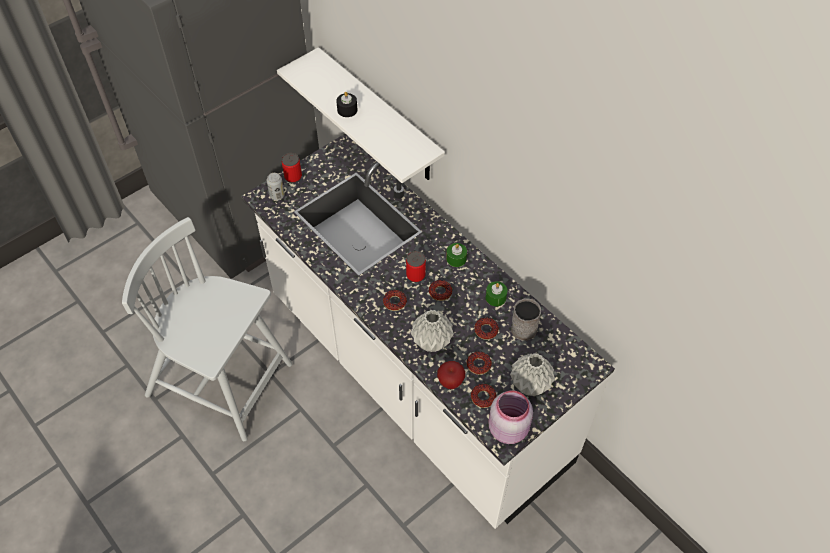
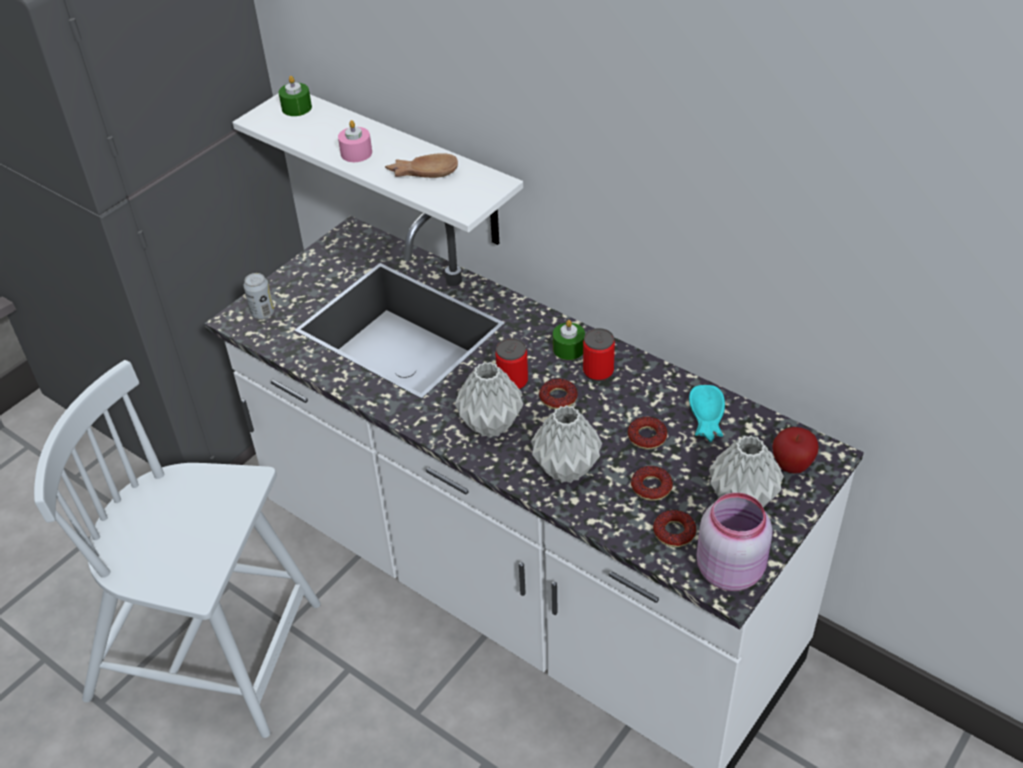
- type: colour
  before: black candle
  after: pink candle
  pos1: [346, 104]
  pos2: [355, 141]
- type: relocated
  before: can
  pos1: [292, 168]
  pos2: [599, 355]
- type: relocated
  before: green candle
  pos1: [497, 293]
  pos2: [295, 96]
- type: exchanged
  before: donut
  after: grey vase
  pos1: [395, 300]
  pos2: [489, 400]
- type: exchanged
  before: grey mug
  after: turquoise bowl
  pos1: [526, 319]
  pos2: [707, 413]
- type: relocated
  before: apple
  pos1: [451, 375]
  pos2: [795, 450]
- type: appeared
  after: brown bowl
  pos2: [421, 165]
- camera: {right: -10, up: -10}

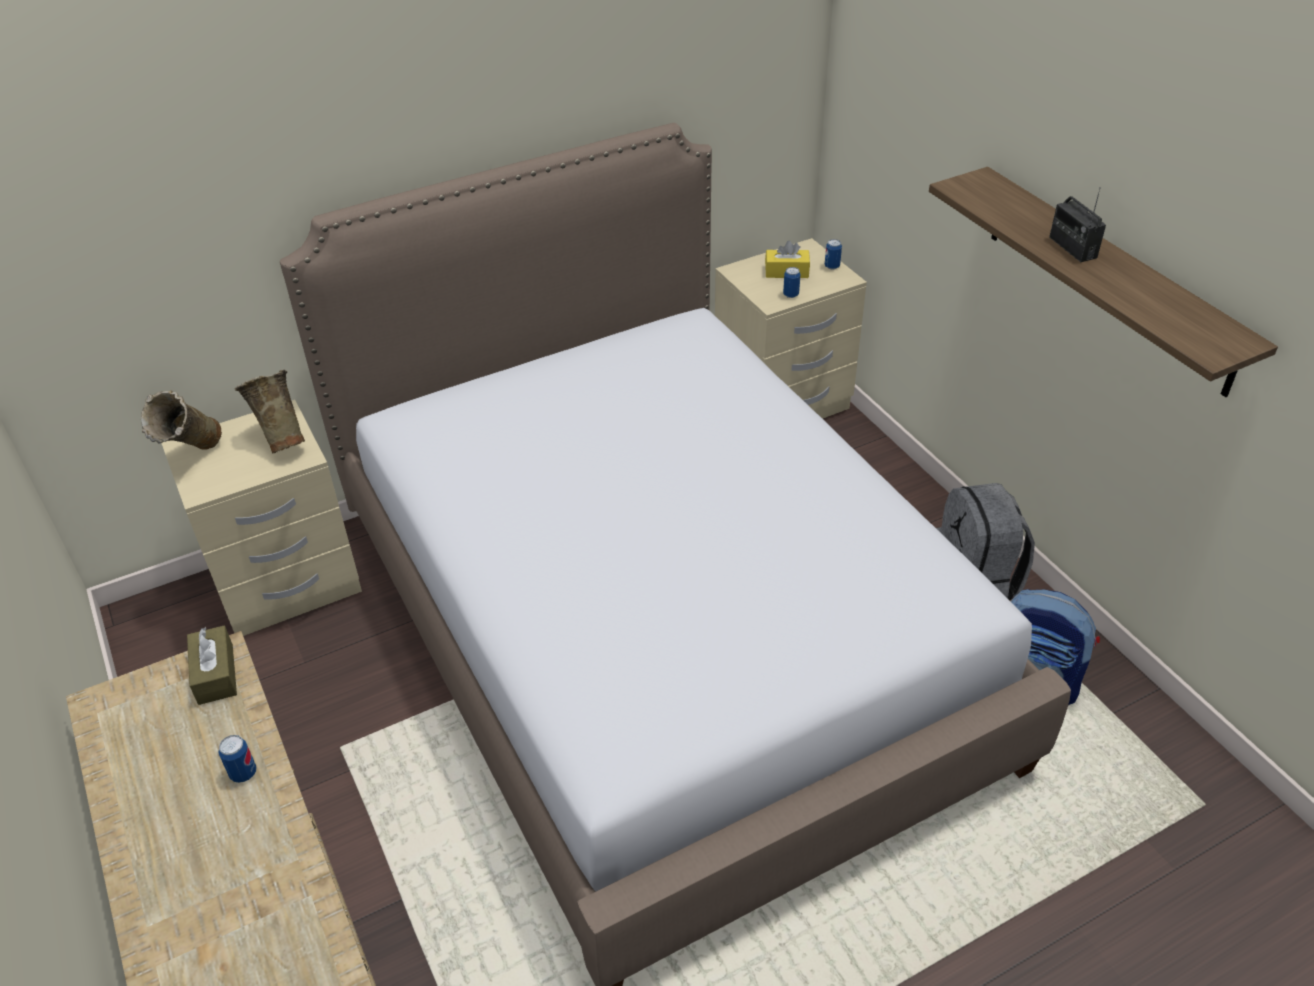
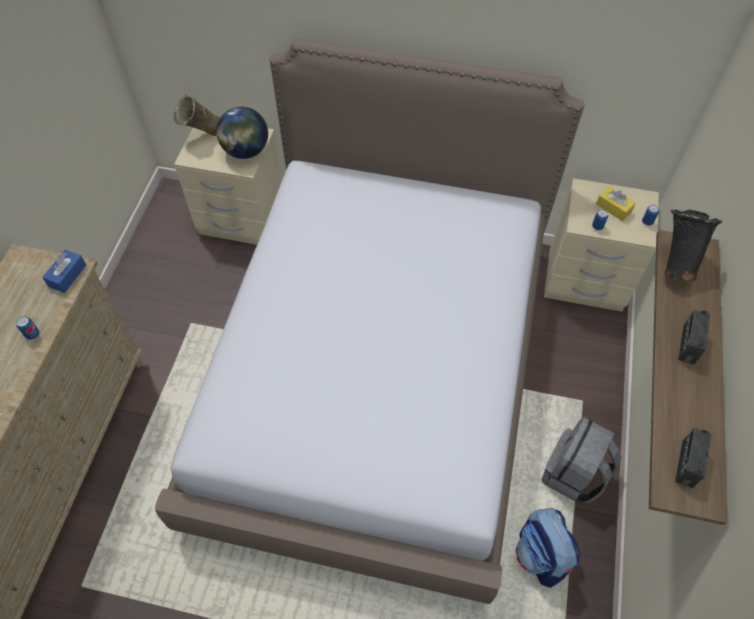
- type: exchanged
  before: beige vase
  after: globe
  pos1: [270, 411]
  pos2: [242, 133]
- type: colour
  before: brown tissue box
  after: blue tissue box
  pos1: [212, 665]
  pos2: [64, 271]
- type: appeared
  after: black vase
  pos2: [693, 245]
- type: appeared
  after: radio
  pos2: [693, 458]
- camera: {right: 40, up: 15}

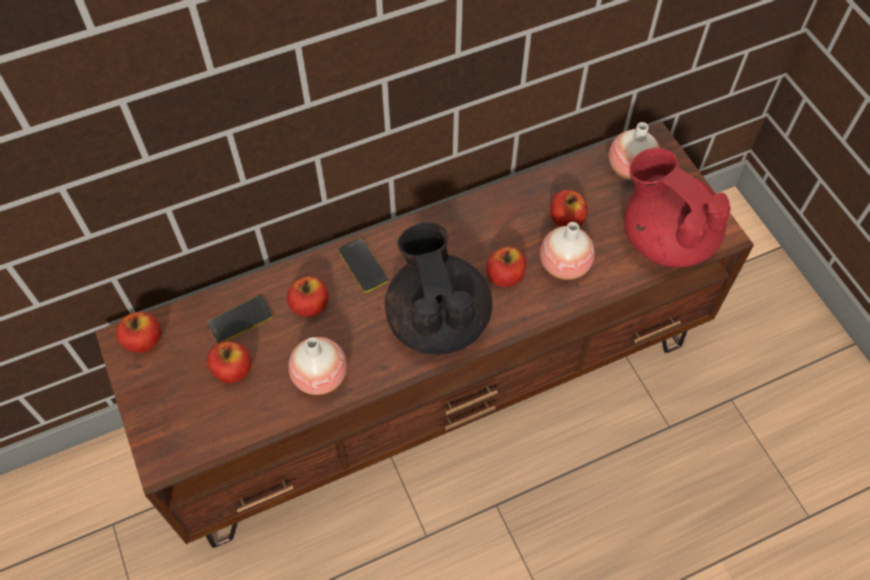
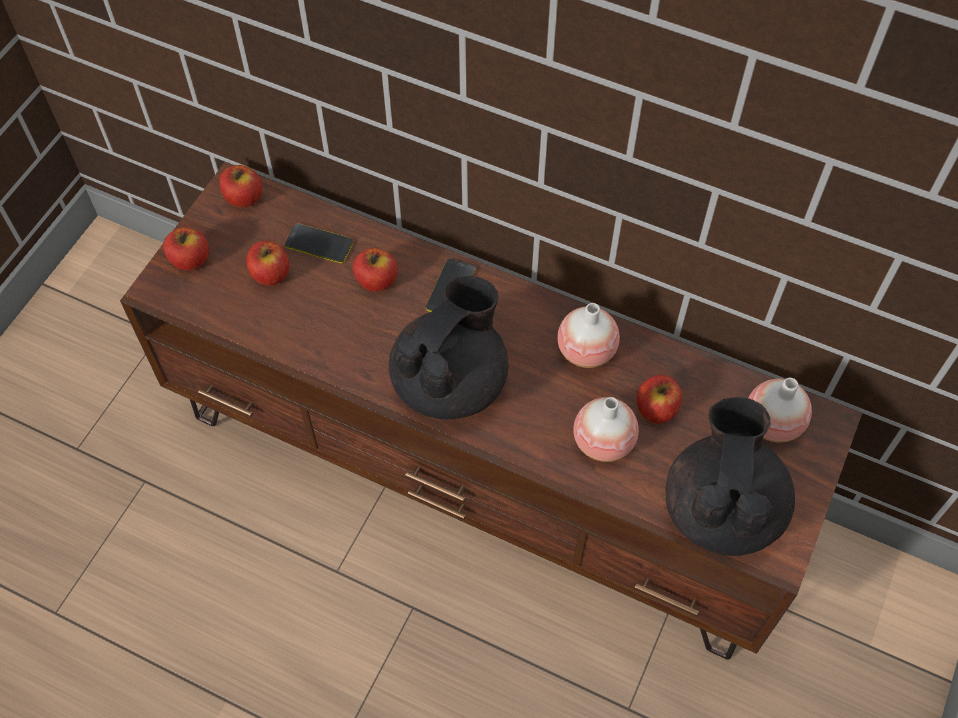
- type: colour
  before: red teapot
  after: black teapot
  pos1: [677, 207]
  pos2: [730, 476]
- type: relocated
  before: apple
  pos1: [506, 267]
  pos2: [186, 249]
- type: relocated
  before: vase
  pos1: [317, 366]
  pos2: [588, 335]
- camera: {right: 50, up: 0}

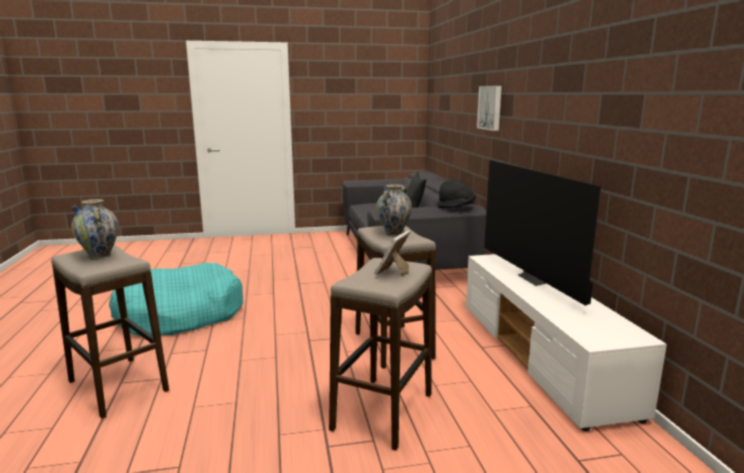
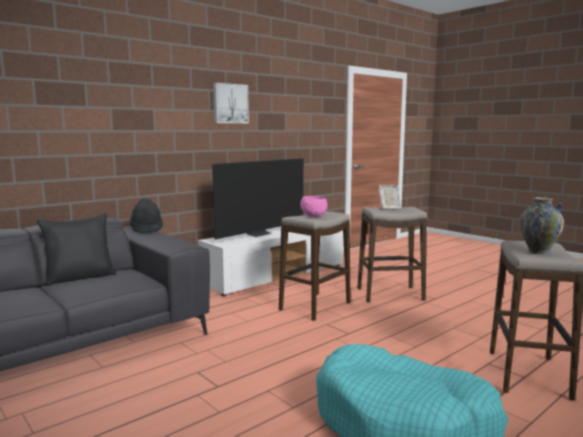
- type: relocated
  before: picture
  pos1: [489, 108]
  pos2: [231, 103]
- type: exchanged
  before: vase
  after: pink bowl
  pos1: [394, 209]
  pos2: [314, 206]
- camera: {right: -120, up: -5}

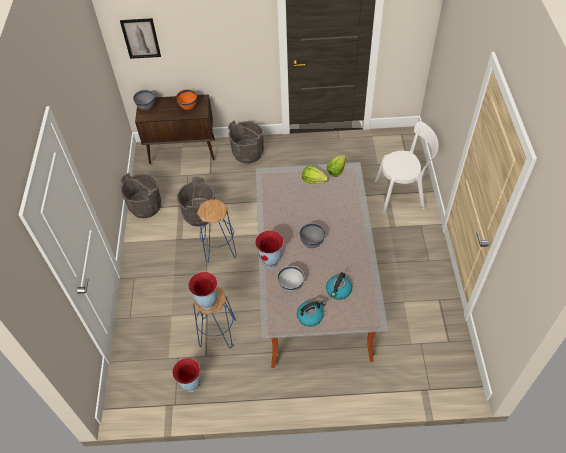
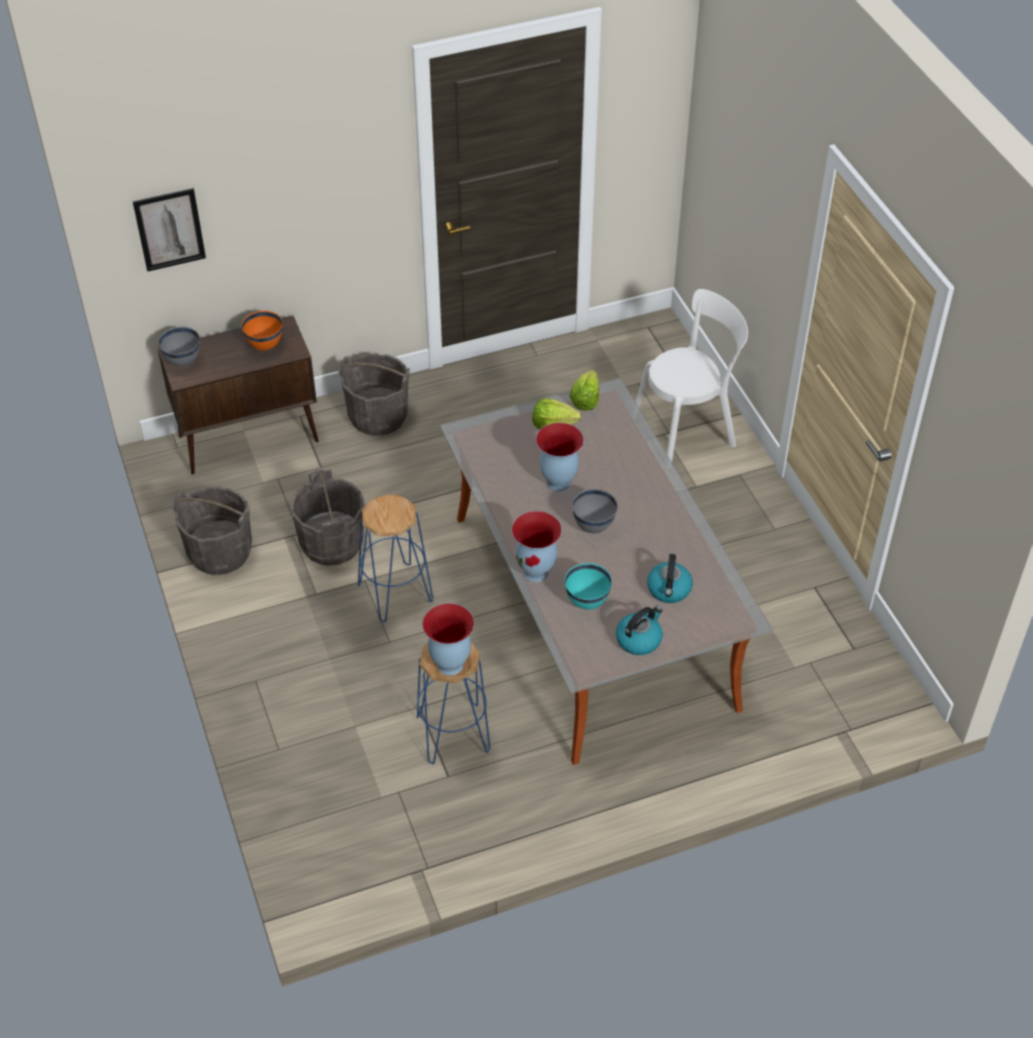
- type: colour
  before: white bowl
  after: turquoise bowl
  pos1: [291, 279]
  pos2: [588, 586]
- type: relocated
  before: vase
  pos1: [186, 375]
  pos2: [560, 457]
- camera: {right: -20, up: -5}

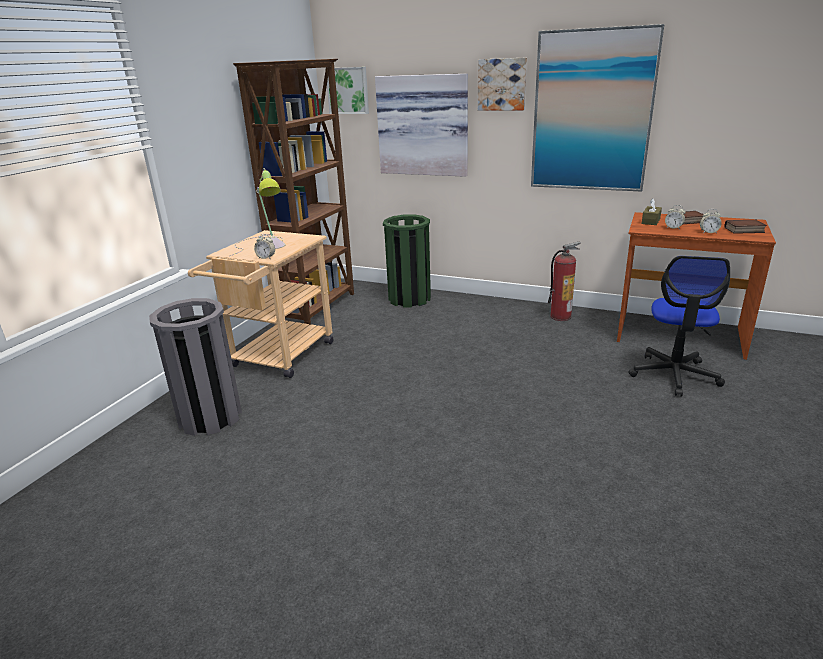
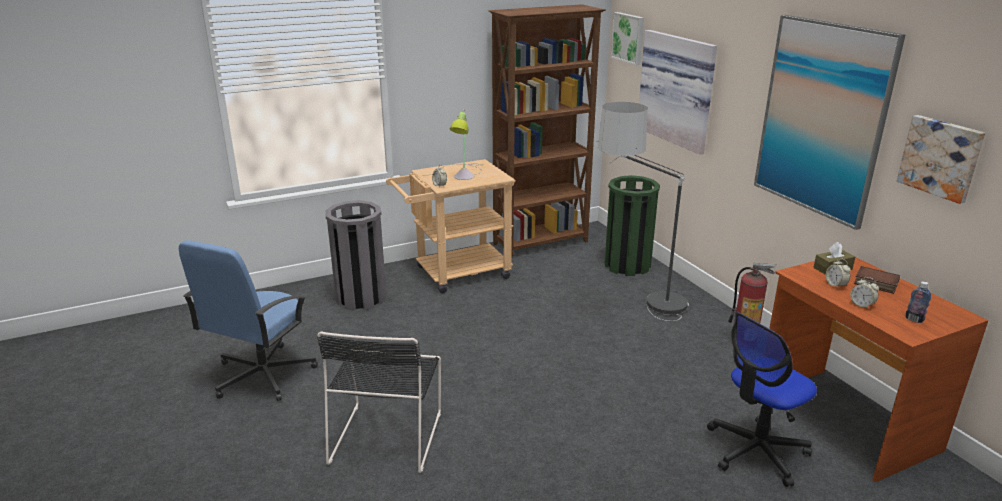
- type: relocated
  before: picture
  pos1: [502, 84]
  pos2: [941, 159]
- type: exchanged
  before: book
  after: bottle
  pos1: [745, 227]
  pos2: [918, 302]
- type: appeared
  after: floor lamp
  pos2: [643, 211]
- type: appeared
  after: blue office chair
  pos2: [248, 320]
- type: appeared
  after: black chair
  pos2: [379, 402]
- camera: {right: 40, up: 0}

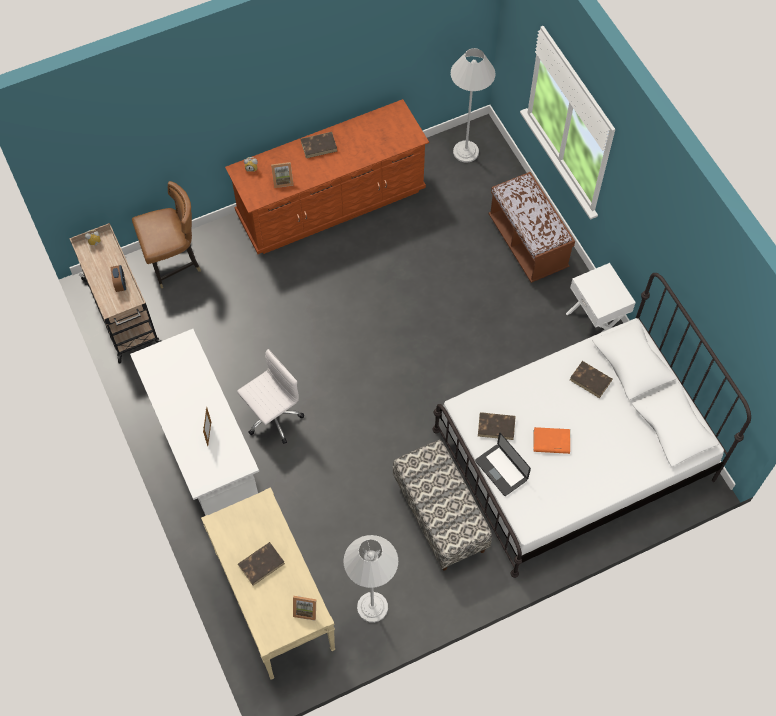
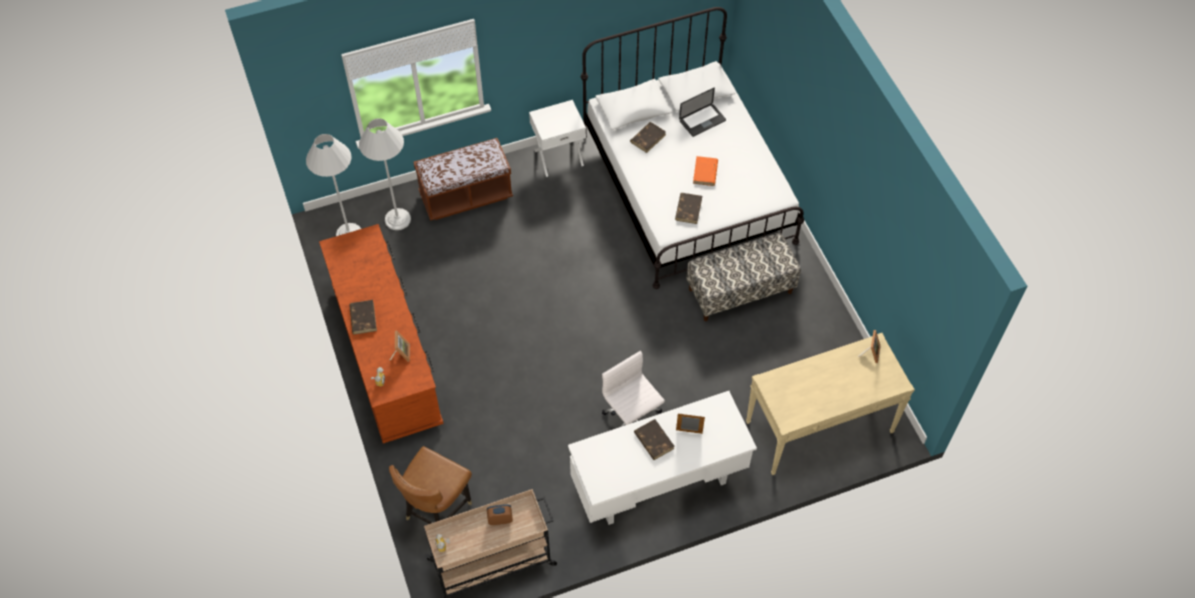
- type: spun
  before: brown chair
  pos1: [166, 234]
  pos2: [430, 485]
  turn: -135
- type: relocated
  before: laptop
  pos1: [503, 464]
  pos2: [702, 112]
- type: relocated
  before: white floor lamp
  pos1: [370, 579]
  pos2: [385, 174]
- type: relocated
  before: brown book
  pos1: [261, 564]
  pos2: [654, 439]
- camera: {right: -85, up: -5}

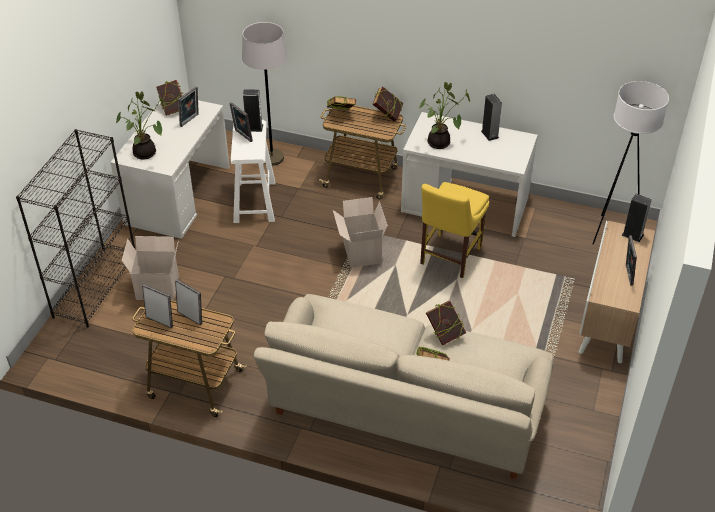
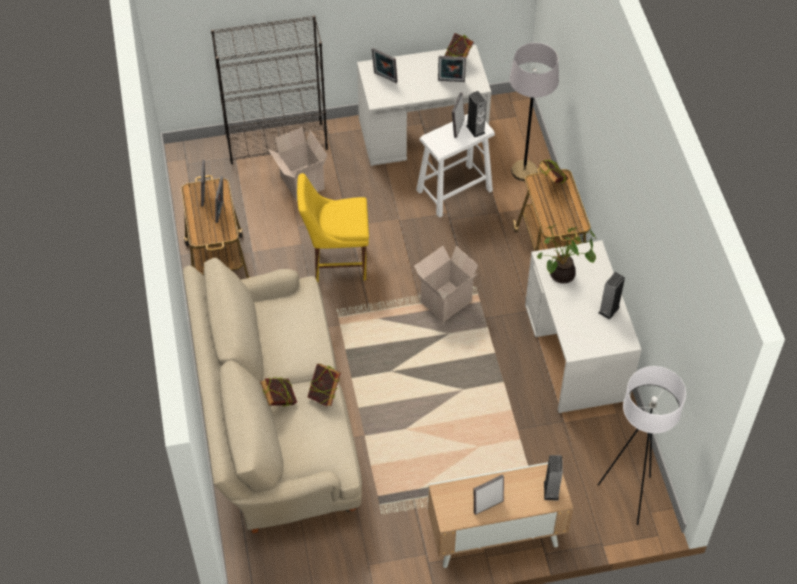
- type: missing
  before: book
  pos1: [387, 103]
- type: exchanged
  before: potted plant
  after: picture frame
  pos1: [141, 125]
  pos2: [385, 65]
- type: relocated
  before: yellow chair
  pos1: [454, 230]
  pos2: [333, 227]
- camera: {right: 60, up: 10}

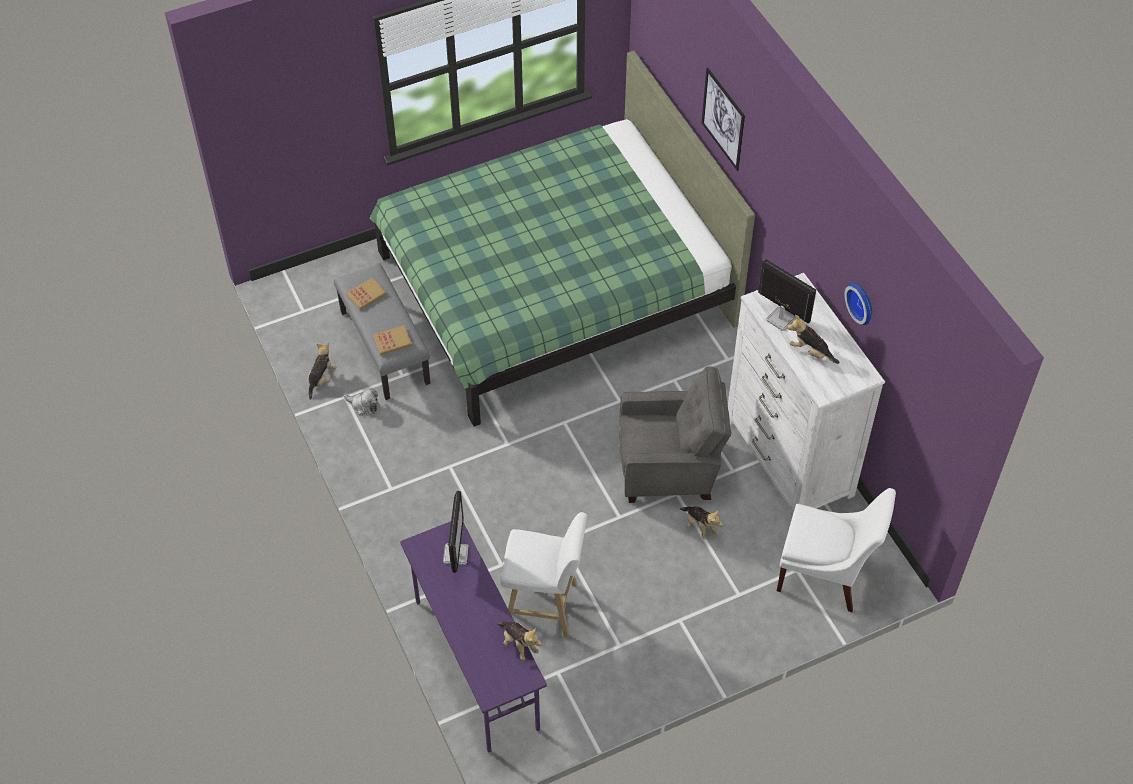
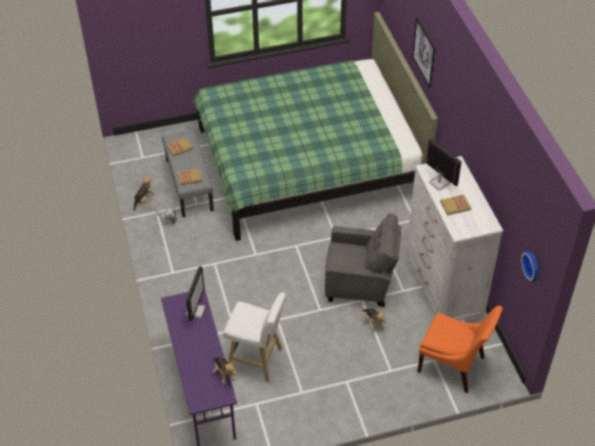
- type: relocated
  before: wall clock
  pos1: [858, 304]
  pos2: [530, 266]
- type: exchanged
  before: plush toy
  after: book
  pos1: [813, 339]
  pos2: [455, 205]
- type: colour
  before: white chair
  after: orange chair
  pos1: [836, 550]
  pos2: [460, 349]
- camera: {right: 10, up: -5}

